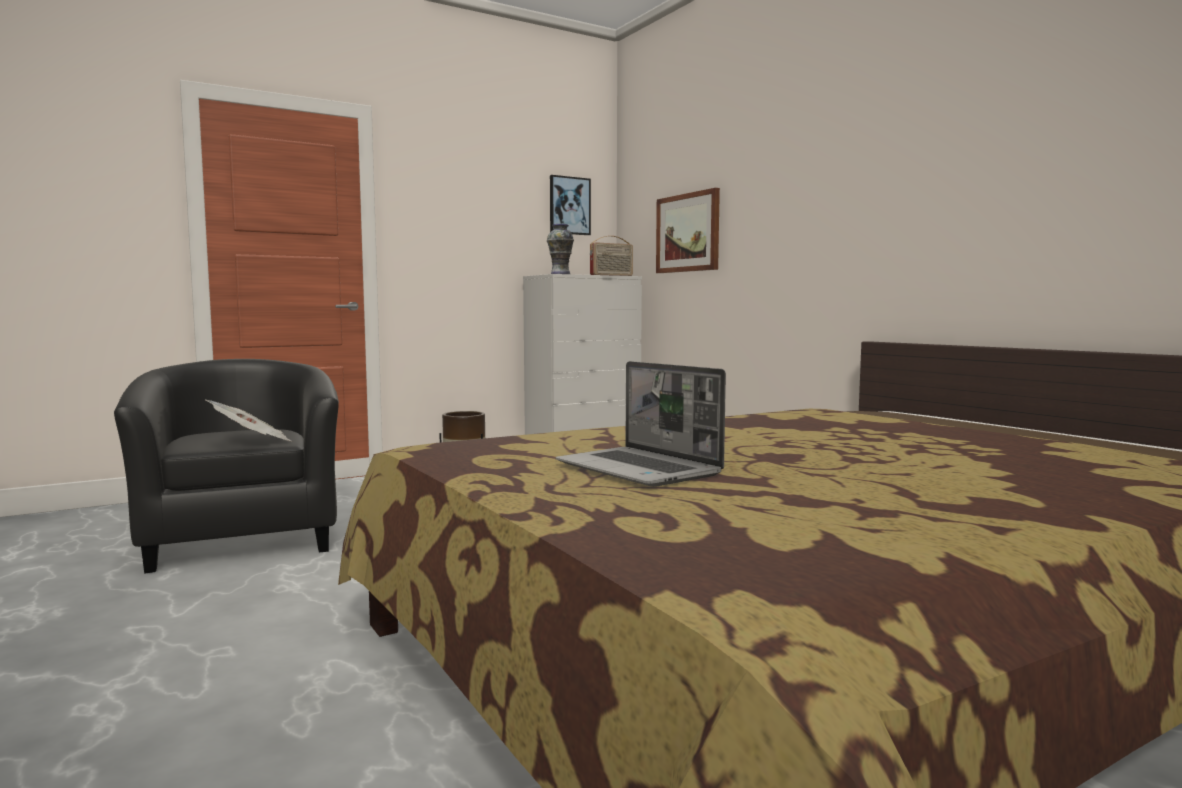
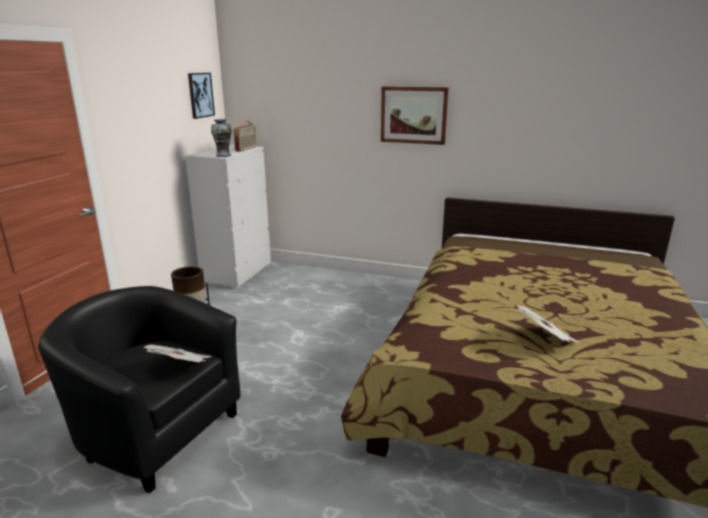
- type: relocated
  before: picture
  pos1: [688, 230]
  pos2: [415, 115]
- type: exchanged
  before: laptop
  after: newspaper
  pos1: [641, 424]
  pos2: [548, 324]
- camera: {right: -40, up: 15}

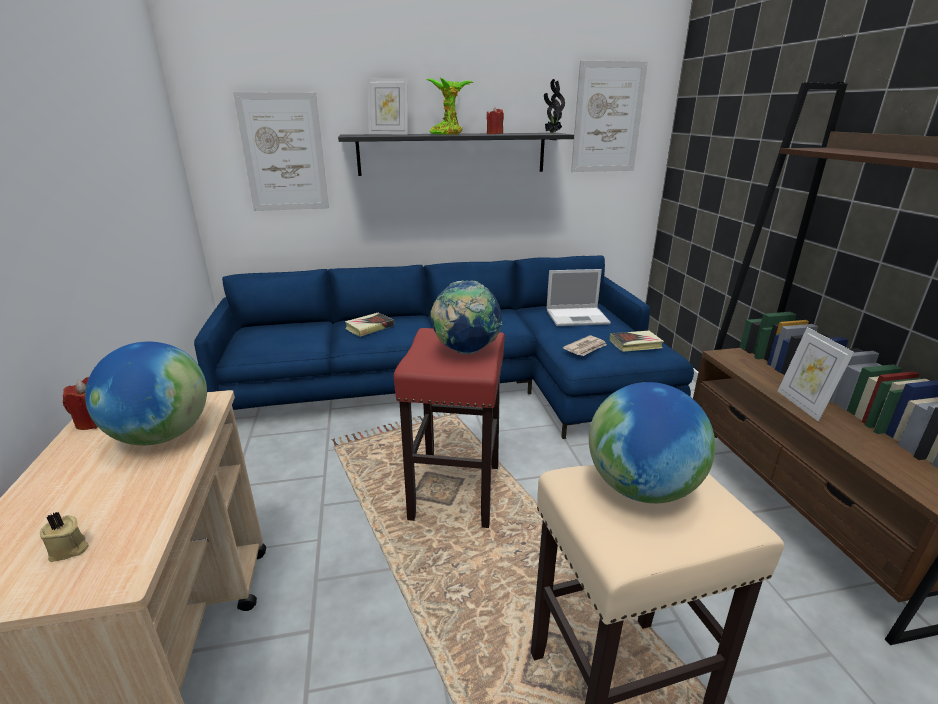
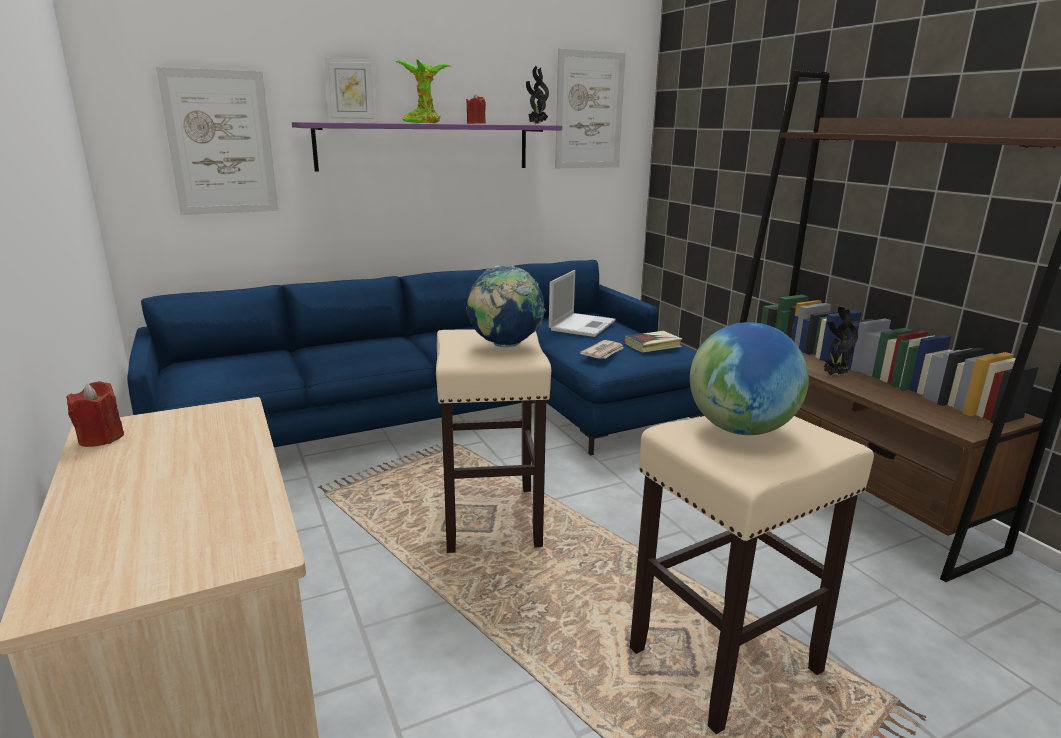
- type: colour
  before: black shelf
  after: purple shelf
  pos1: [456, 154]
  pos2: [427, 146]
- type: spun
  before: laptop
  pos1: [579, 297]
  pos2: [582, 303]
  turn: -45
- type: missing
  before: book
  pos1: [369, 324]
- type: exchanged
  before: picture frame
  after: potted plant
  pos1: [816, 374]
  pos2: [841, 341]
- type: colour
  before: red stool
  after: beige stool
  pos1: [449, 428]
  pos2: [493, 441]
- type: missing
  before: globe
  pos1: [146, 393]
- type: missing
  before: beige candle
  pos1: [64, 537]
- camera: {right: -15, up: -5}

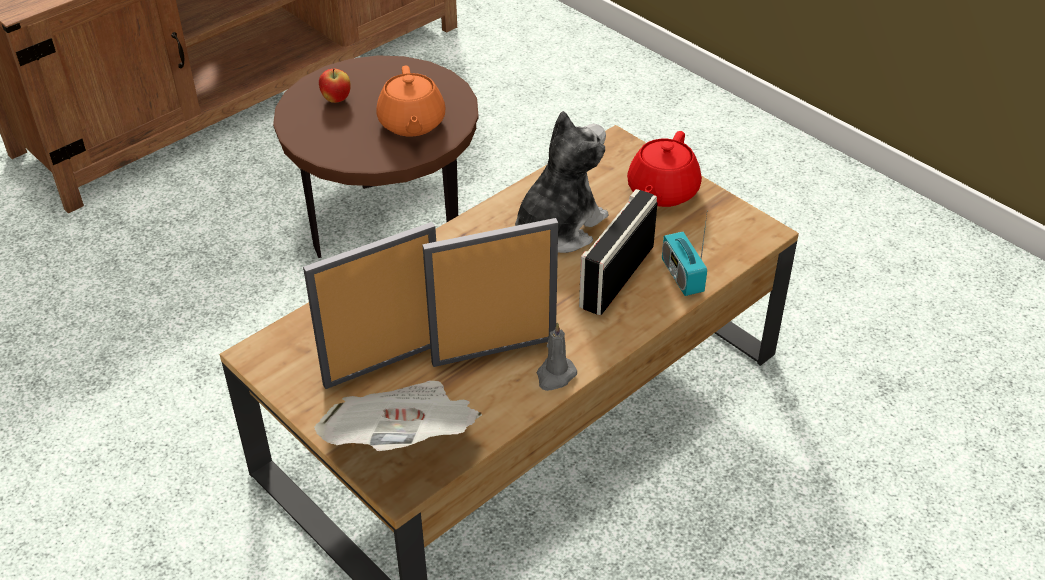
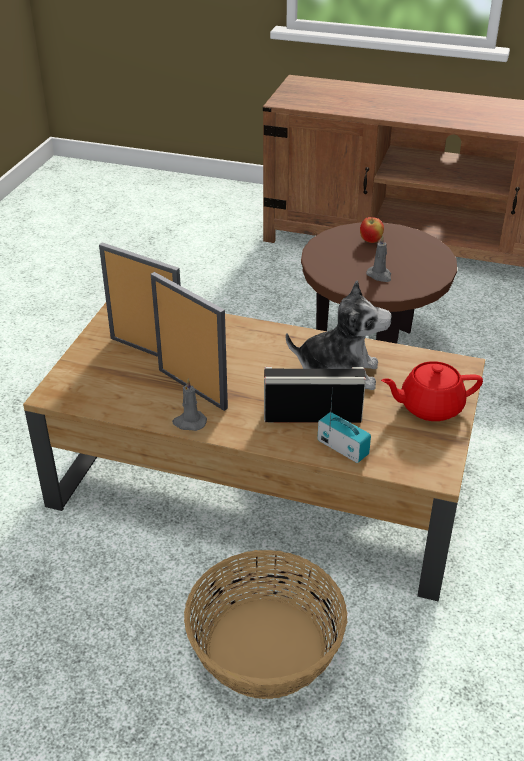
- type: exchanged
  before: orange teapot
  after: grey candle
  pos1: [410, 101]
  pos2: [378, 258]
- type: spun
  before: radio
  pos1: [684, 255]
  pos2: [344, 431]
  turn: 90
- type: missing
  before: newspaper
  pos1: [398, 416]
- type: appeared
  after: basket
  pos2: [265, 624]
- camera: {right: 60, up: -5}

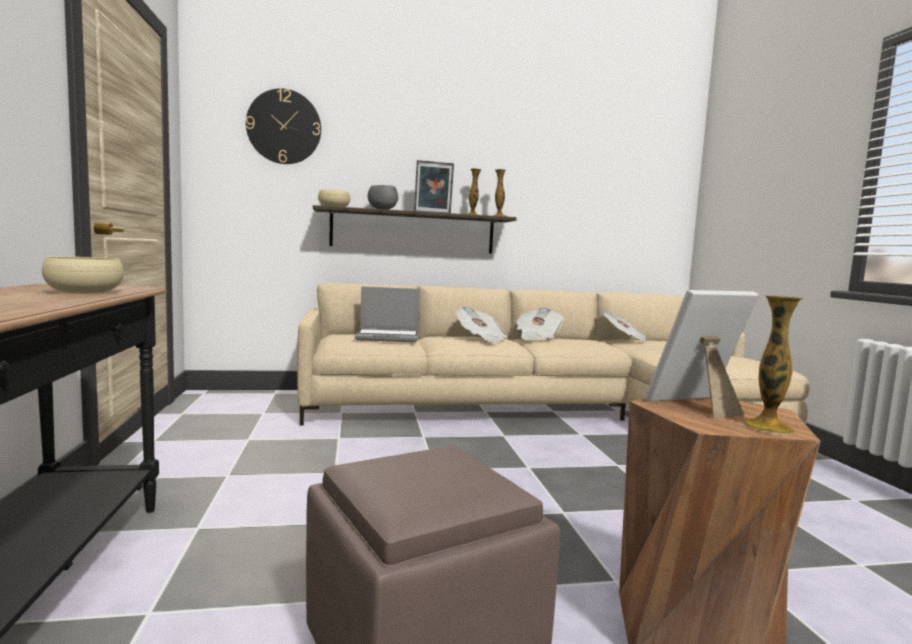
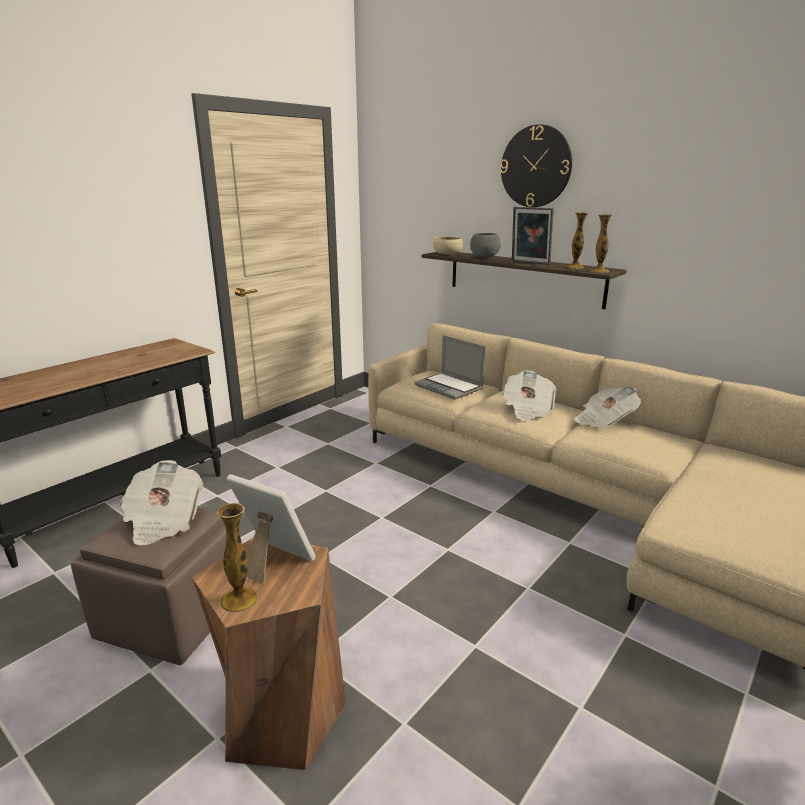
- type: relocated
  before: wall clock
  pos1: [283, 126]
  pos2: [536, 165]
- type: missing
  before: beige bowl
  pos1: [83, 275]
- type: relocated
  before: newspaper
  pos1: [625, 326]
  pos2: [161, 503]
- camera: {right: 50, up: 15}

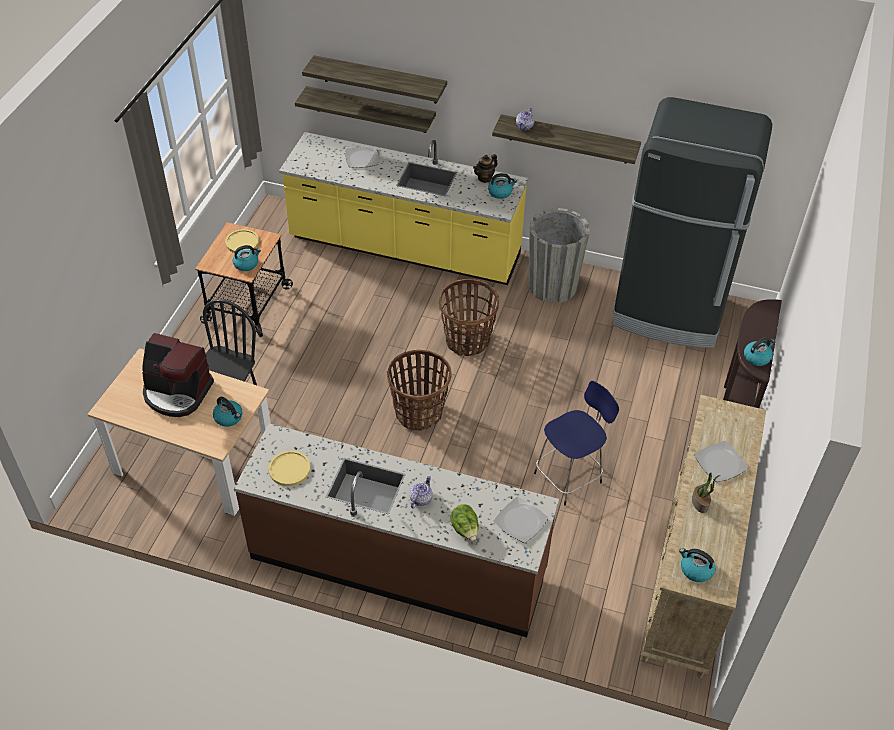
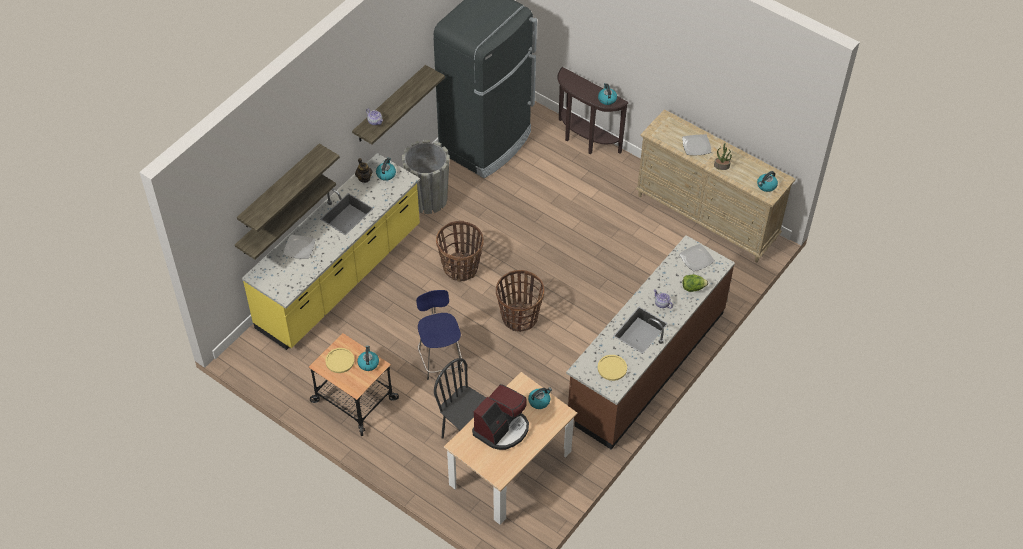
- type: relocated
  before: blue stool
  pos1: [576, 443]
  pos2: [439, 335]
- camera: {right: -70, up: 5}

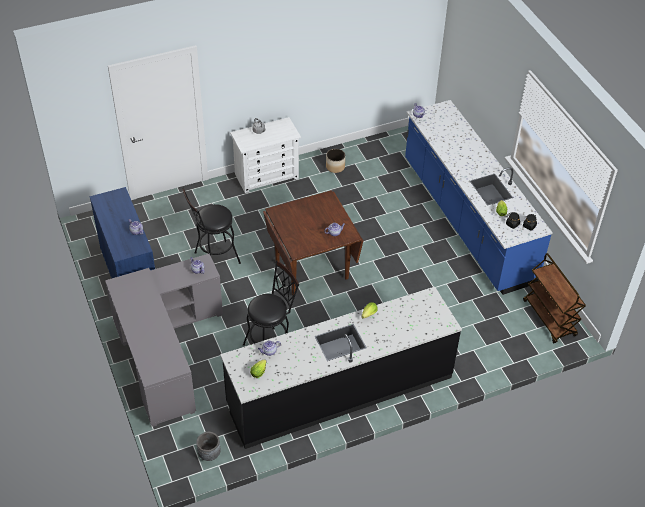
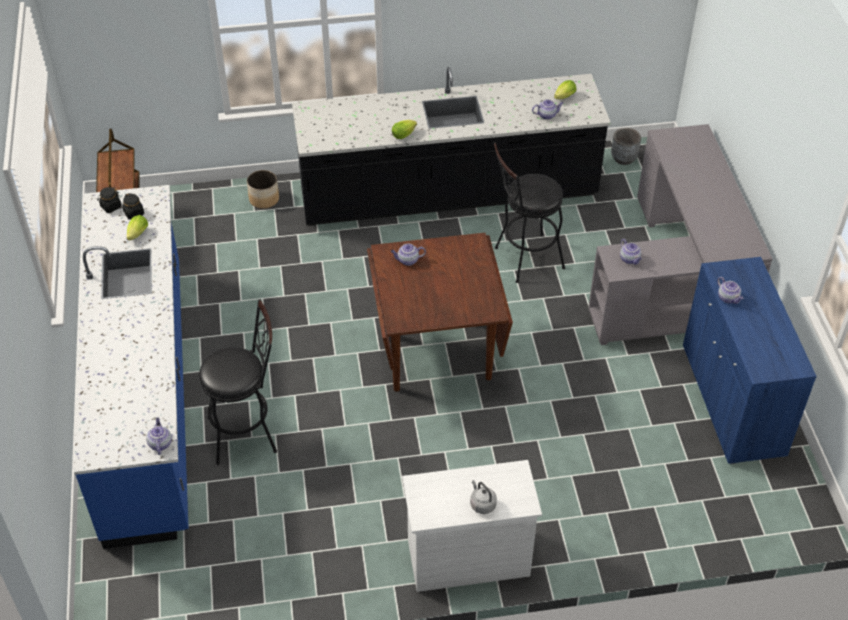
- type: relocated
  before: planter
  pos1: [335, 161]
  pos2: [263, 189]
- type: relocated
  before: black stool
  pos1: [211, 226]
  pos2: [238, 382]
- camera: {right: -165, up: 0}

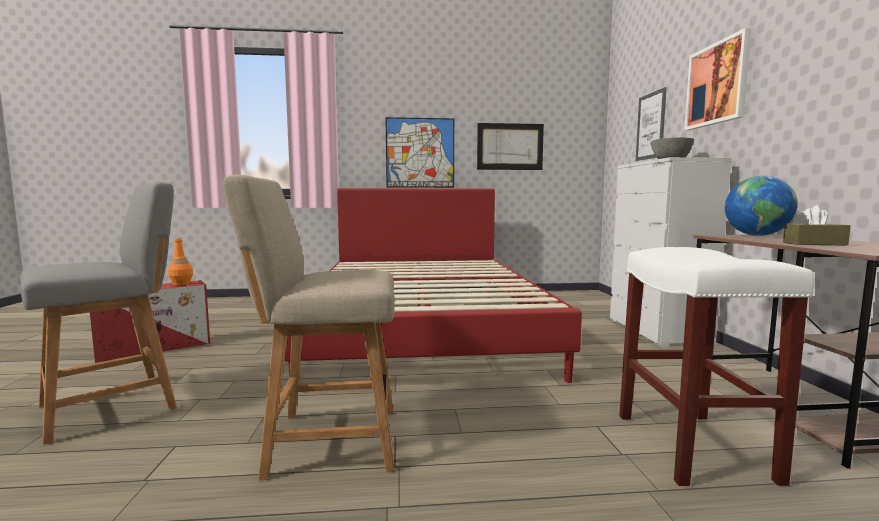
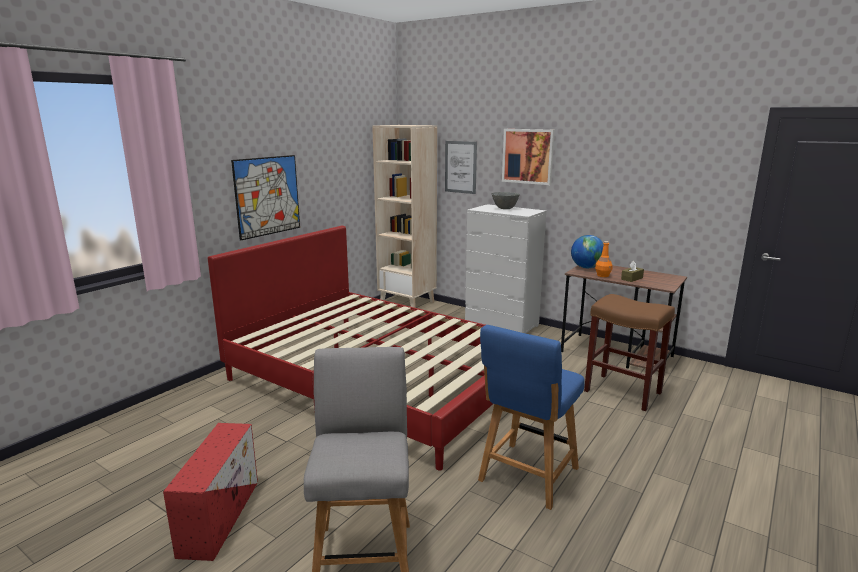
- type: missing
  before: picture
  pos1: [510, 146]
- type: colour
  before: beige chair
  after: blue chair
  pos1: [309, 327]
  pos2: [531, 417]
- type: relocated
  before: orange bottle
  pos1: [180, 261]
  pos2: [604, 259]
- type: colour
  before: white stool
  after: brown stool
  pos1: [716, 366]
  pos2: [629, 352]
- type: appeared
  after: beige bookcase
  pos2: [404, 216]
- camera: {right: -50, up: 10}

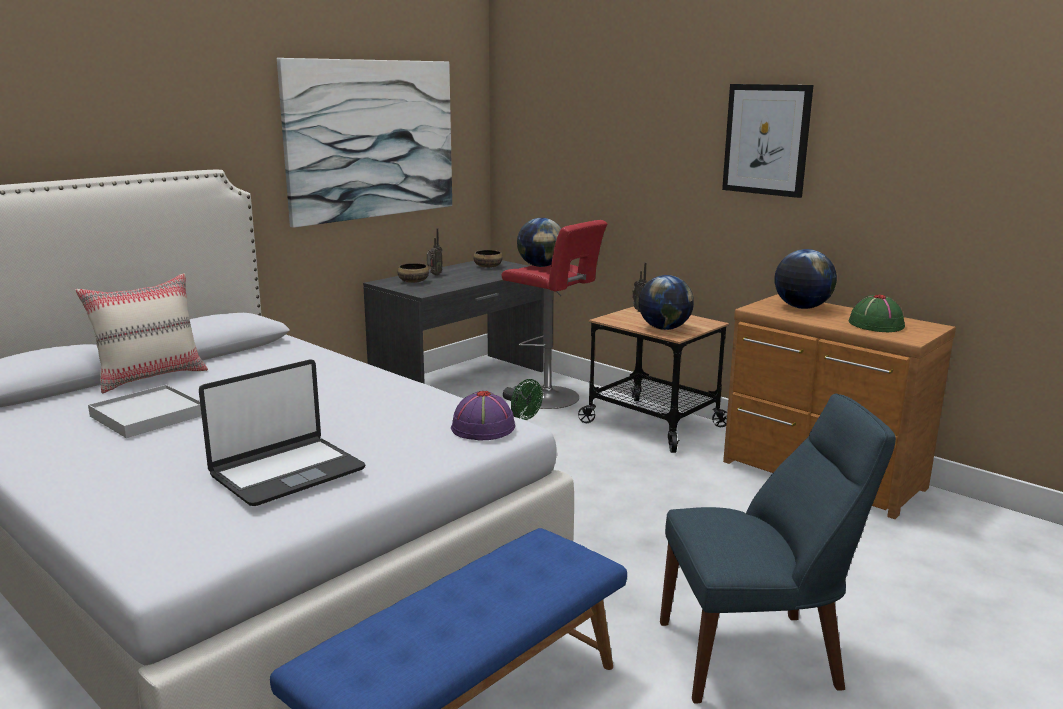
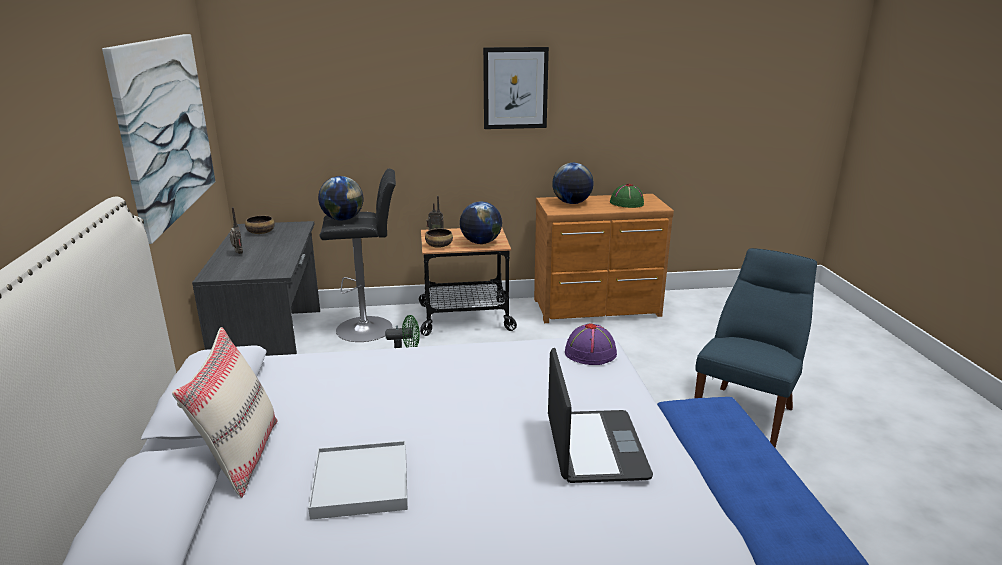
- type: colour
  before: red stool
  after: black stool
  pos1: [554, 314]
  pos2: [358, 255]
- type: relocated
  before: bowl
  pos1: [413, 273]
  pos2: [439, 238]
- camera: {right: -50, up: 5}

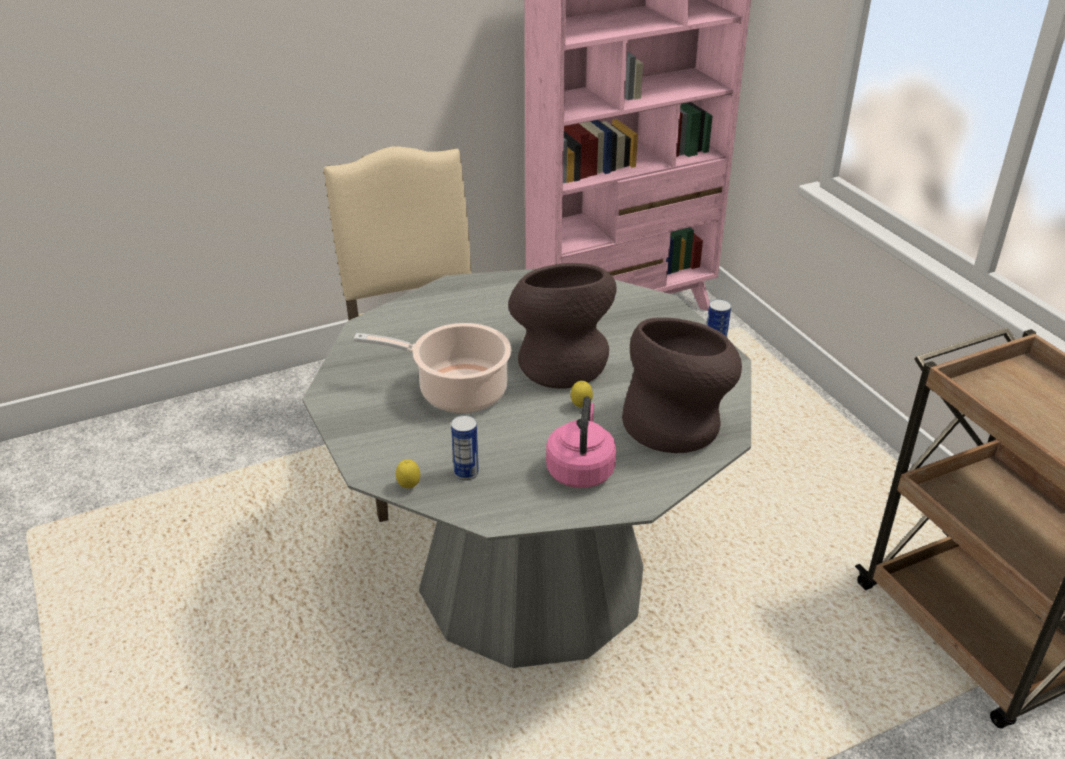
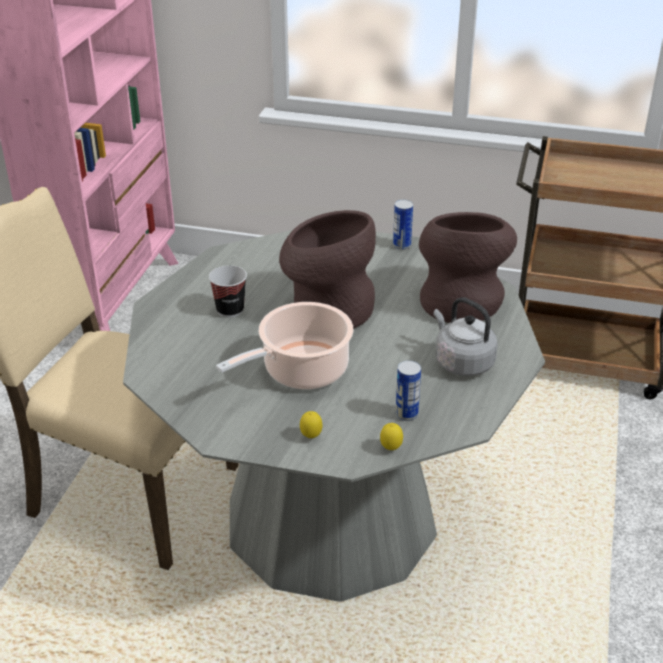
- type: relocated
  before: lemon
  pos1: [582, 394]
  pos2: [311, 424]
- type: colour
  before: pink kettle
  after: grey kettle
  pos1: [581, 442]
  pos2: [465, 336]
- type: appeared
  after: cup
  pos2: [228, 291]
- camera: {right: -50, up: 0}

